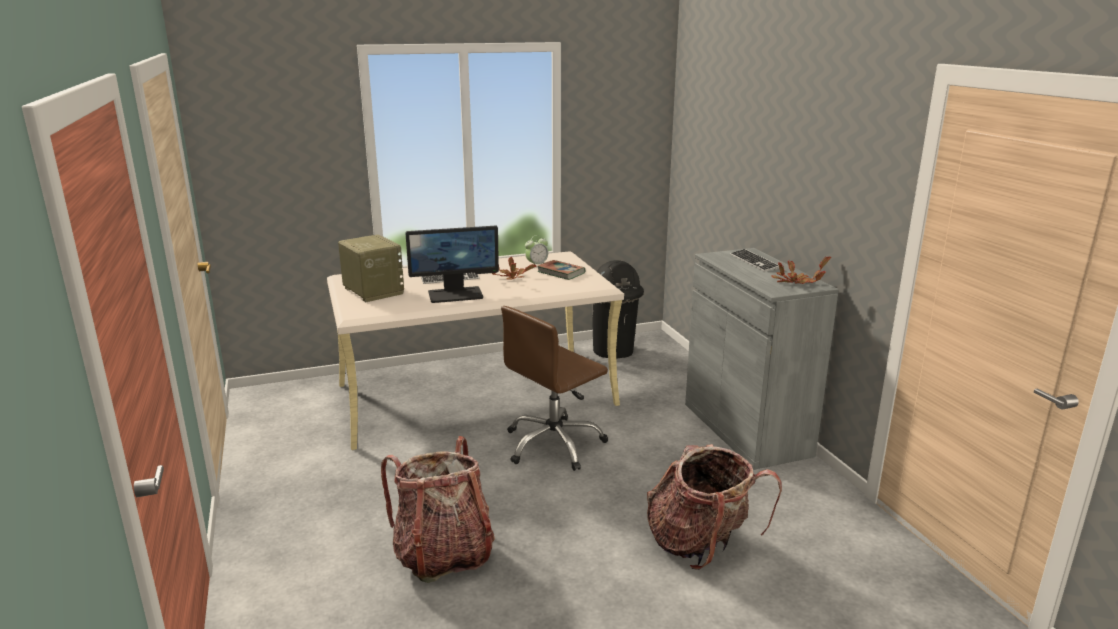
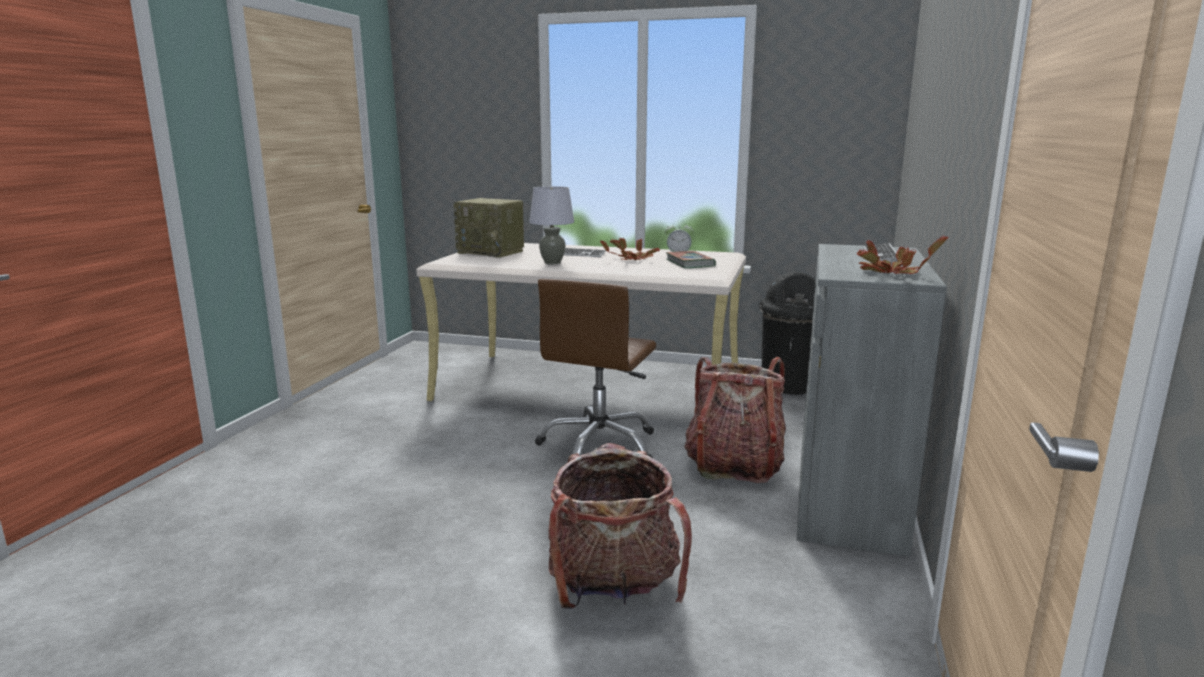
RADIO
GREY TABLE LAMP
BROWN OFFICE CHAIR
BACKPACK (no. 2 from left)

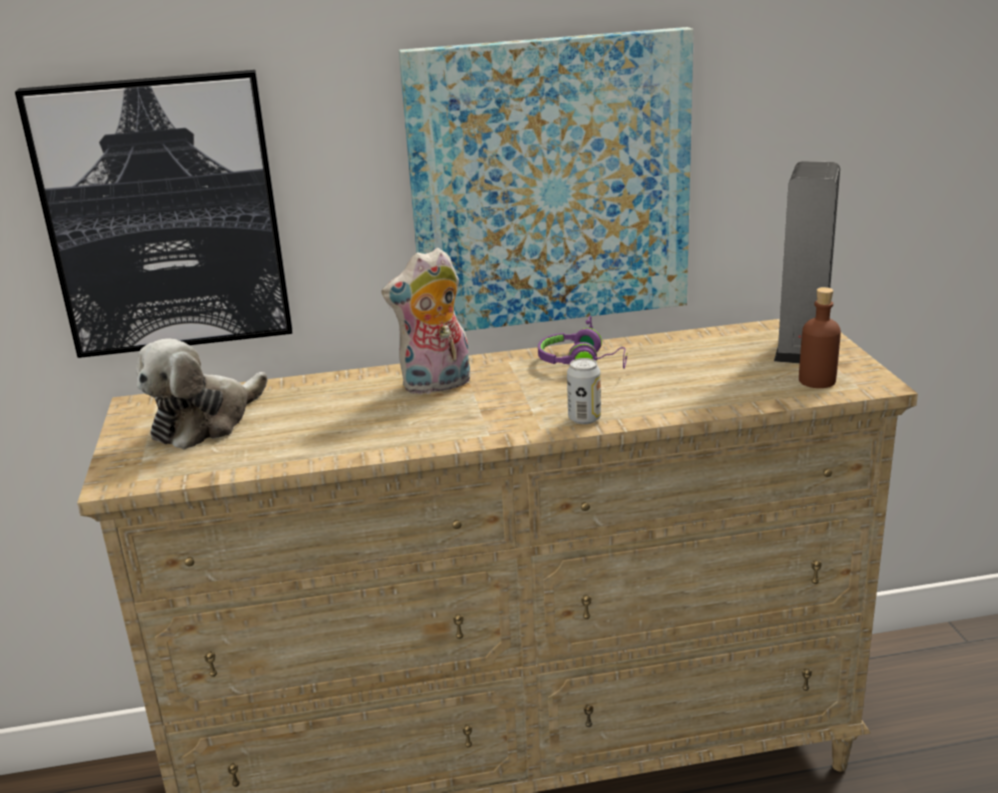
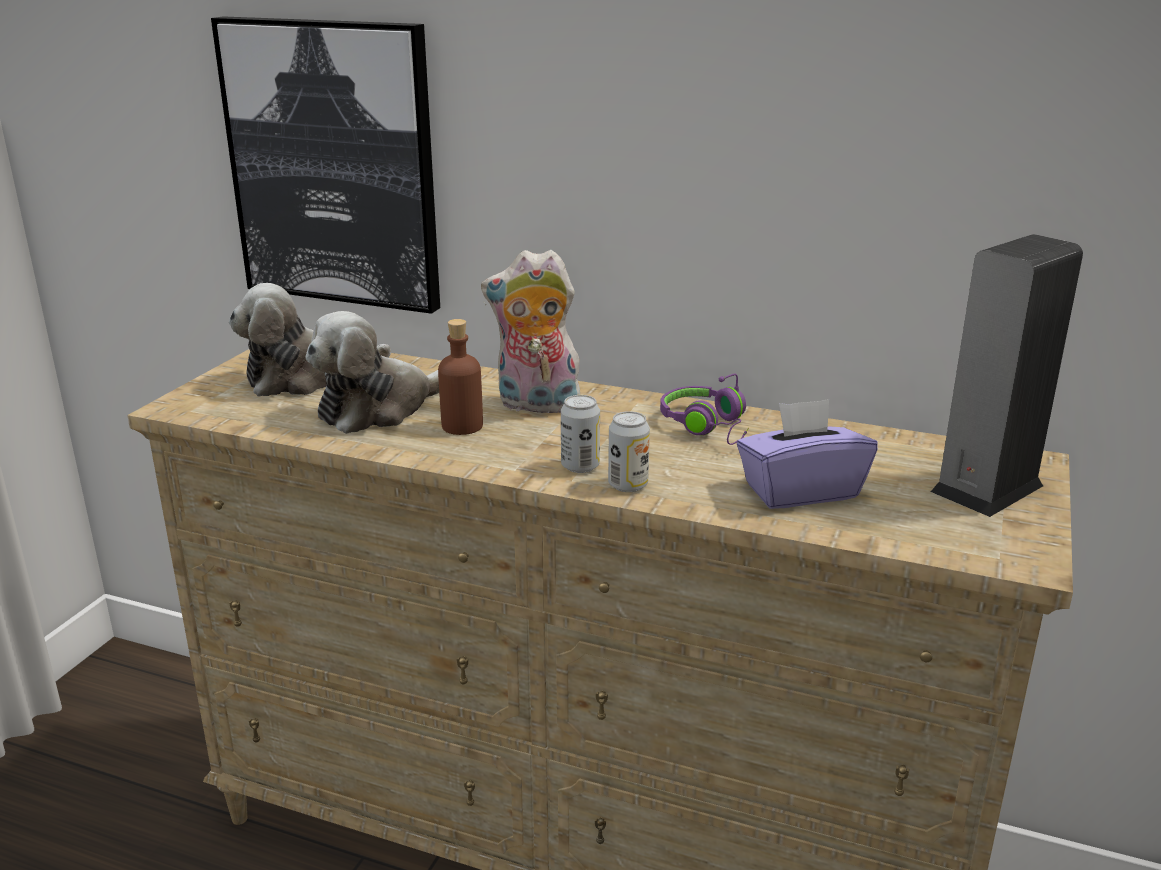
PLUSH TOY (no. 2 from left)
BROWN BOTTLE
CAN (no. 1 from left)
PURPLE TISSUE BOX
PICTURE (no. 2 from left in the first image)

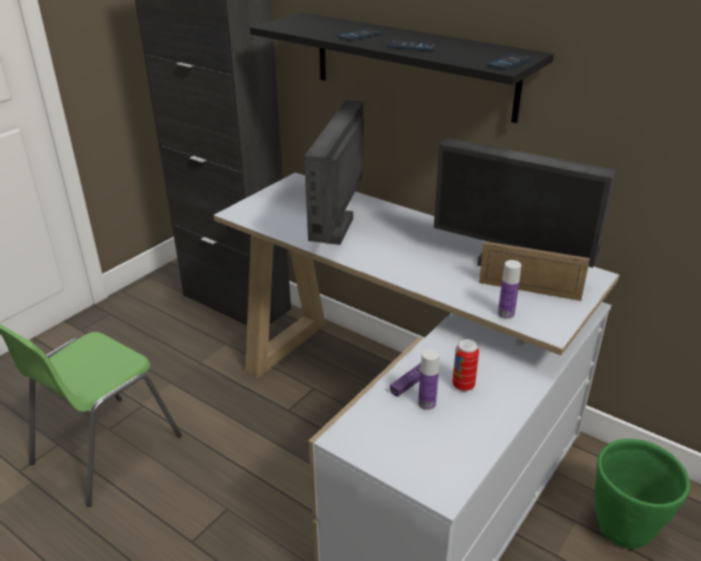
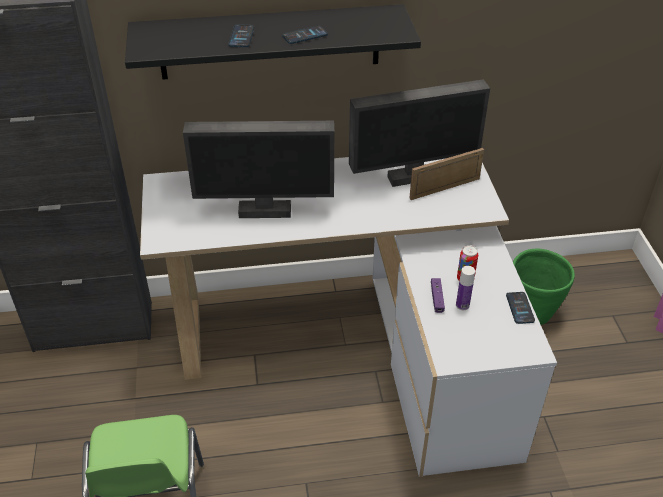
MONITOR (no. 1 from left)
PHONE (no. 3 from left)
BOTTLE (no. 2 from left in the first image)

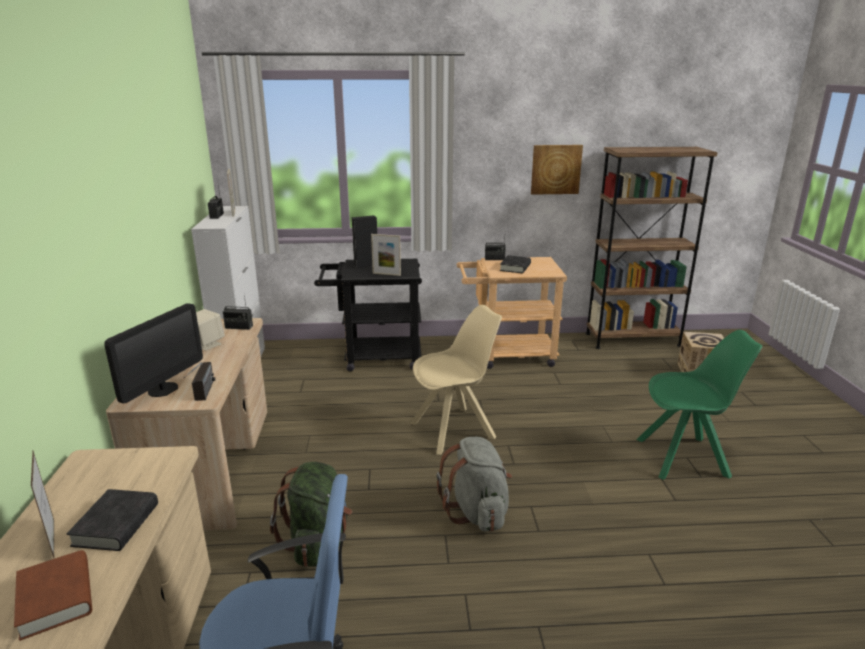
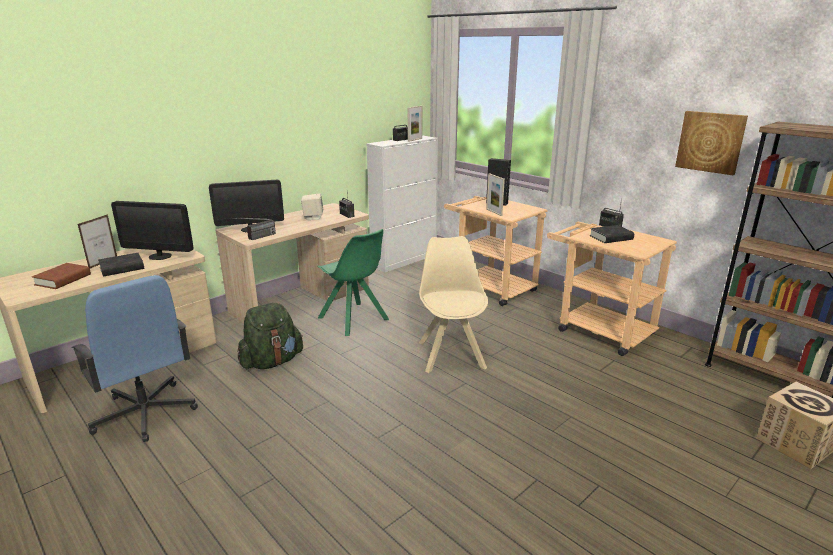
MONITOR (no. 1 from left)
GREEN CHAIR
BEIGE CHAIR
BEIGE CART (no. 1 from left)
GREY BACKPACK

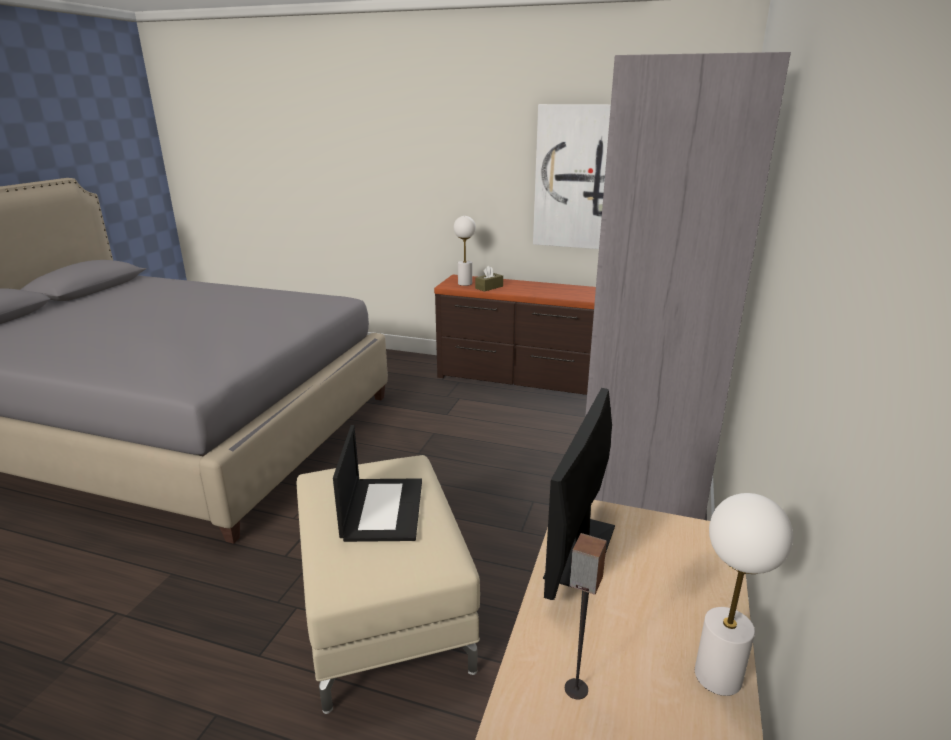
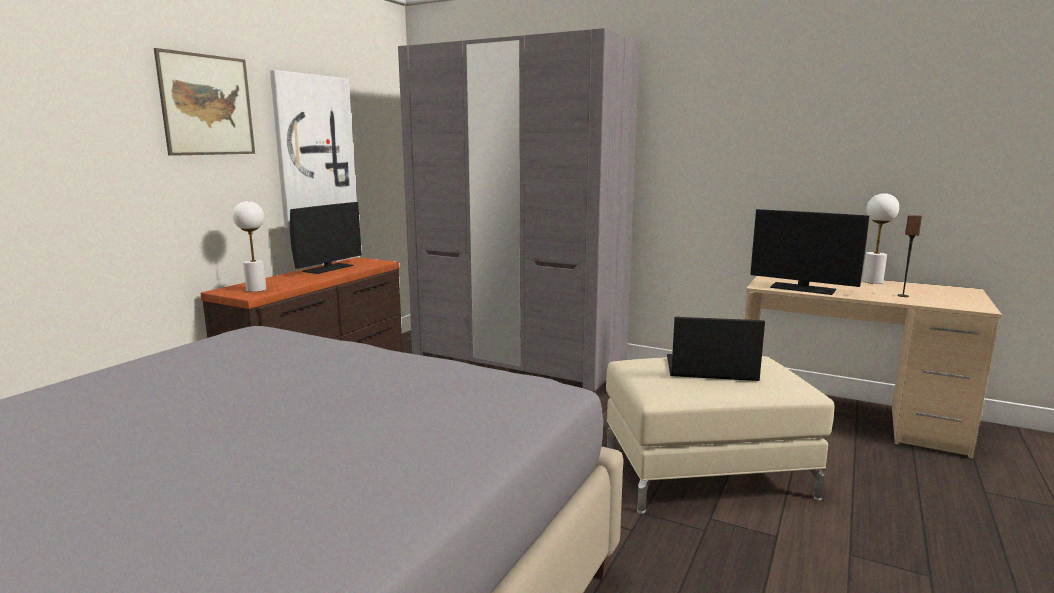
PICTURE (no. 1 from left)
MONITOR (no. 1 from left)
BROWN TISSUE BOX

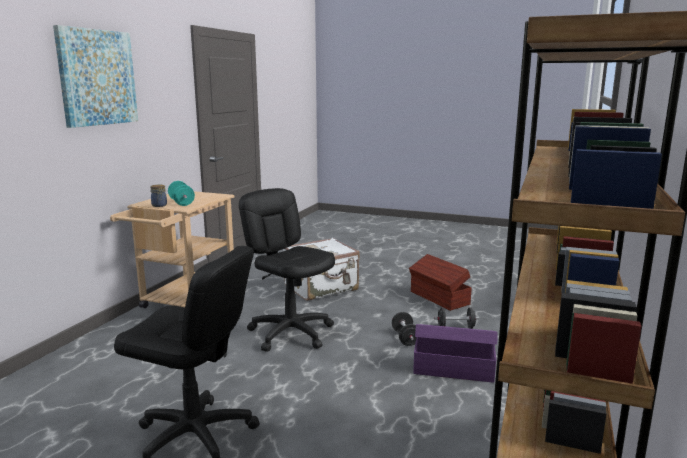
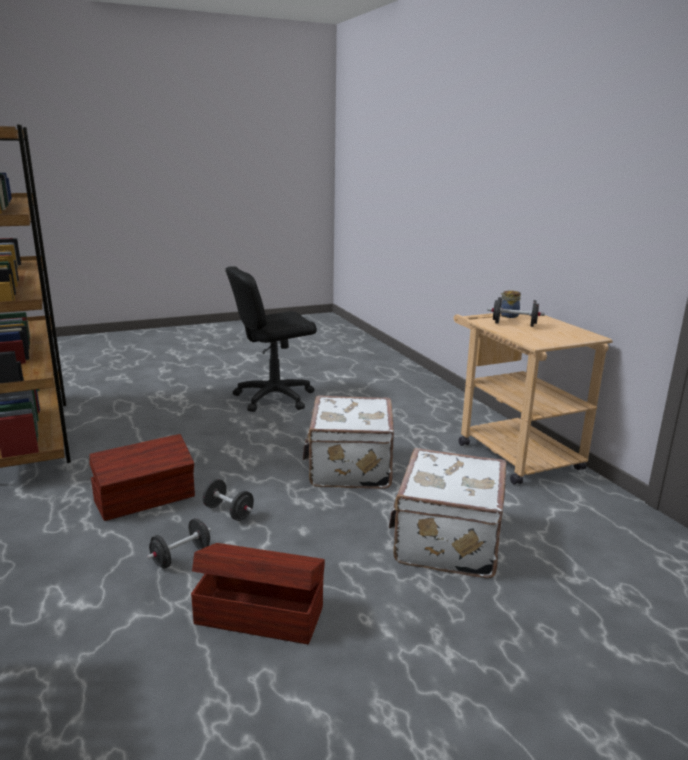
BROWN STORAGE BOX (no. 1 from left)
WHITE SUITCASE (no. 1 from left)
BLACK DUMBBELL (no. 3 from left)
PICTURE

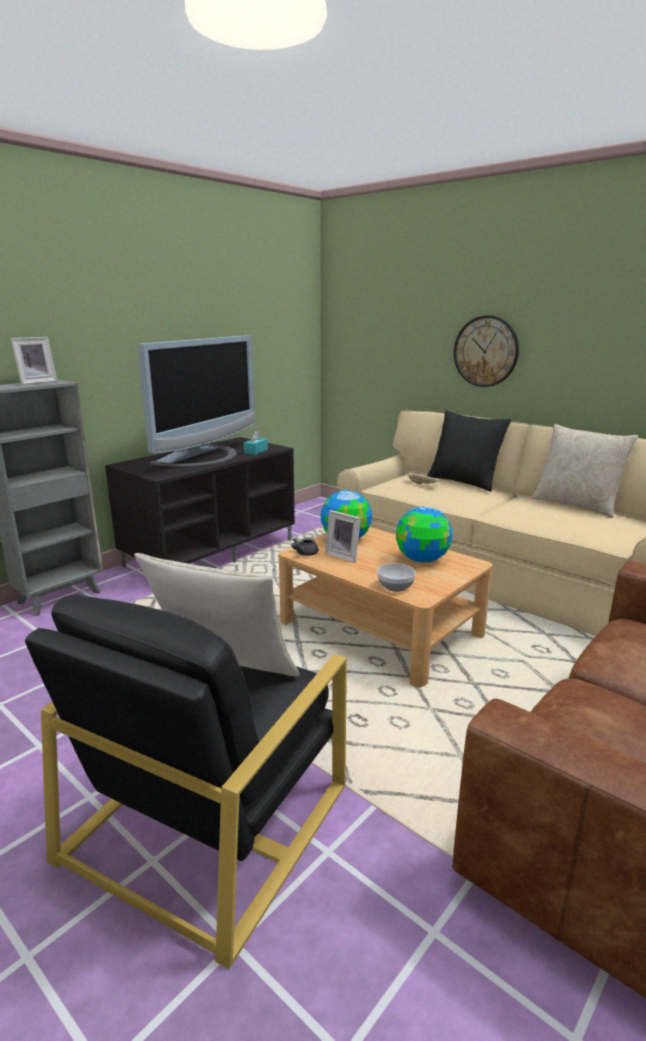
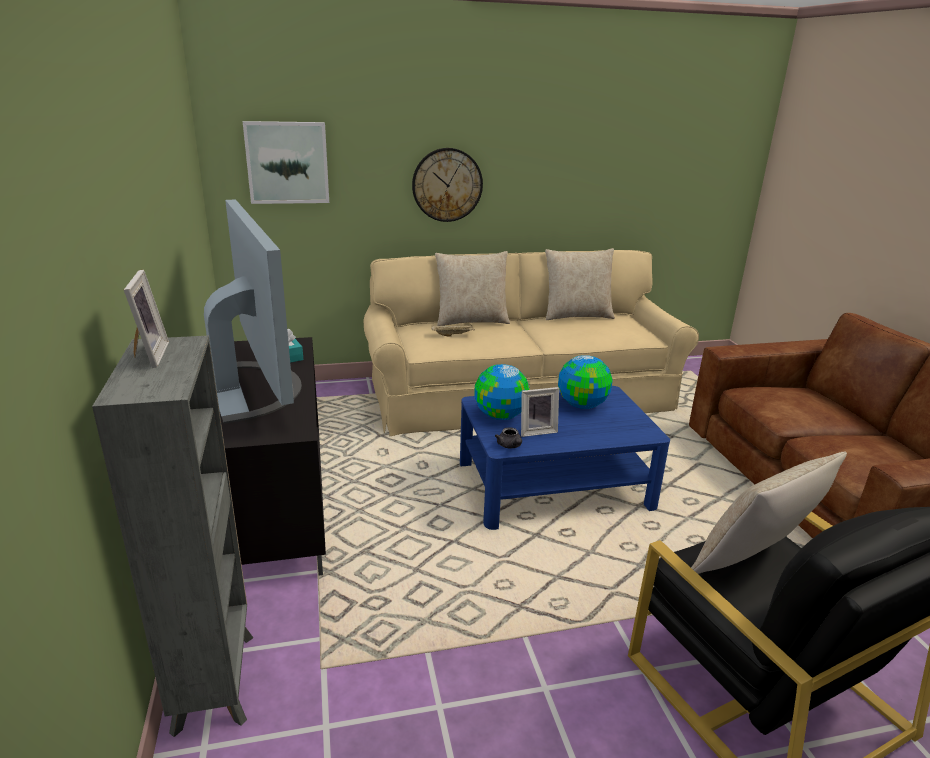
PICTURE
BEIGE PILLOW (no. 1 from left)
BLUE COFFEE TABLE
BOWL

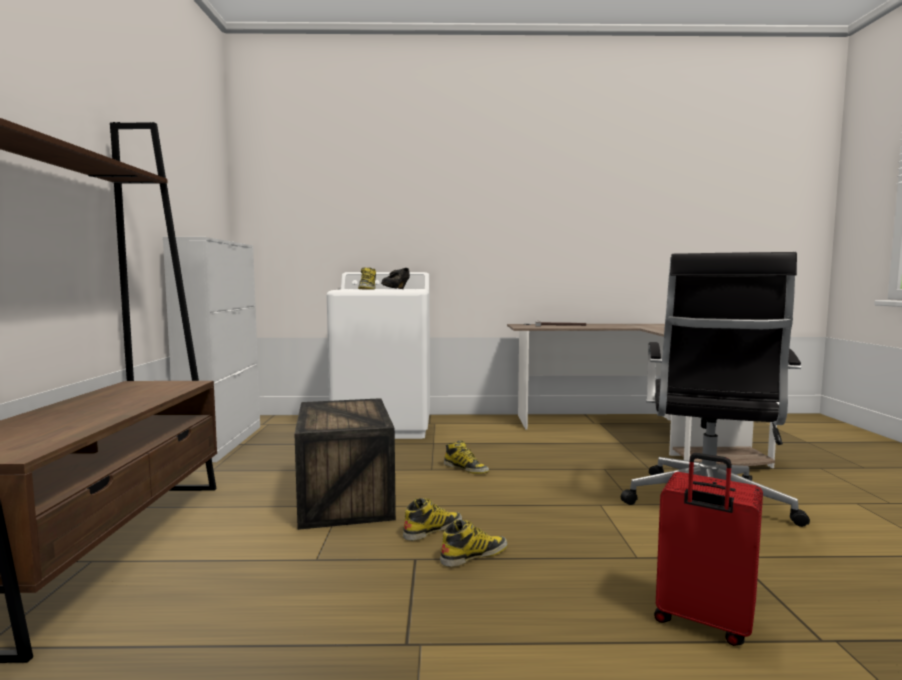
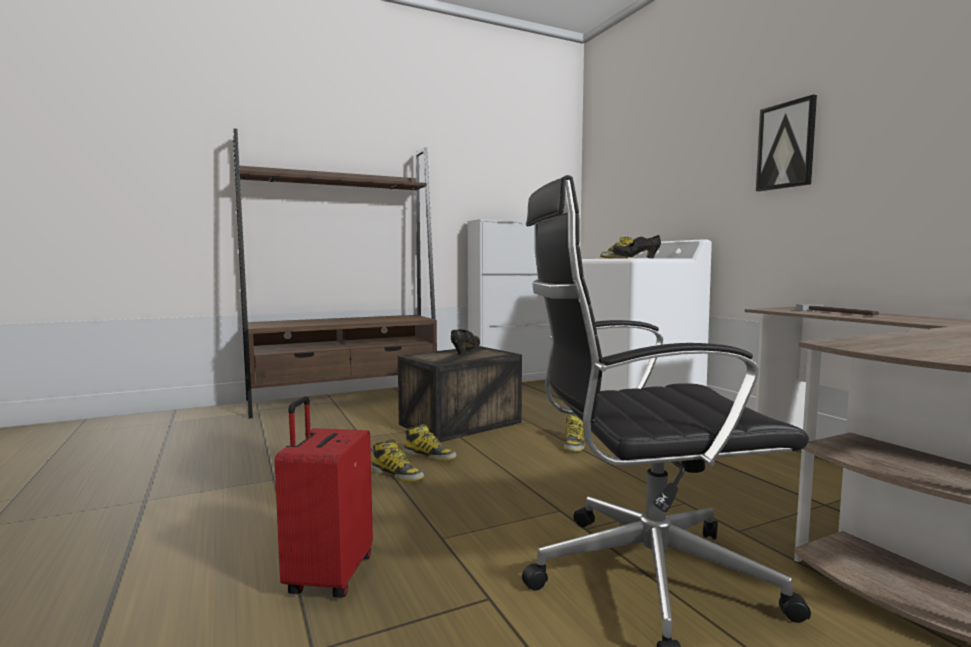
BLACK SHOE (no. 1 from left)
PICTURE

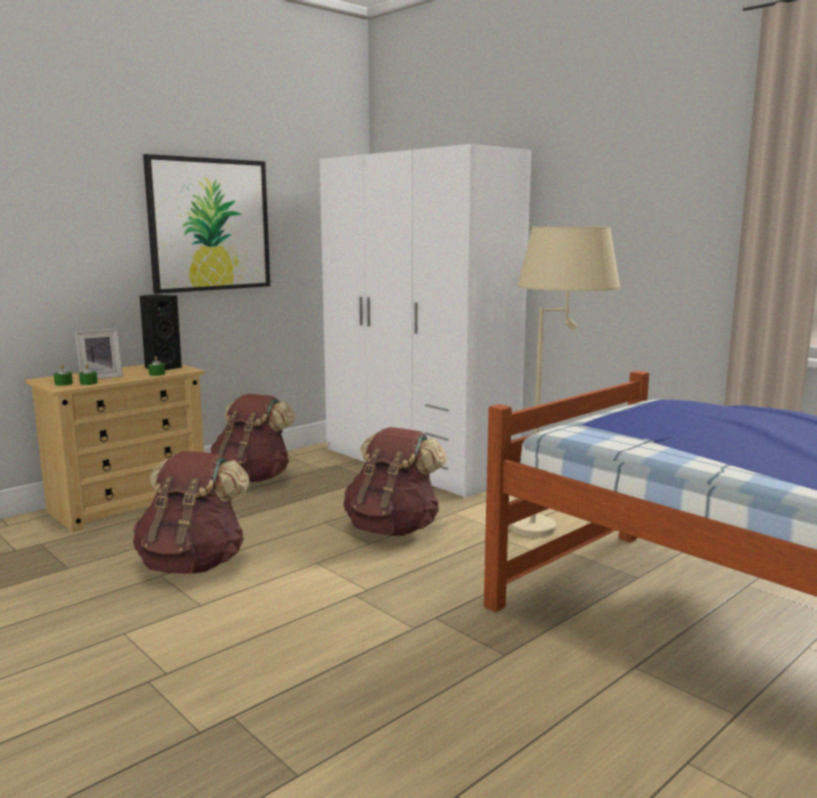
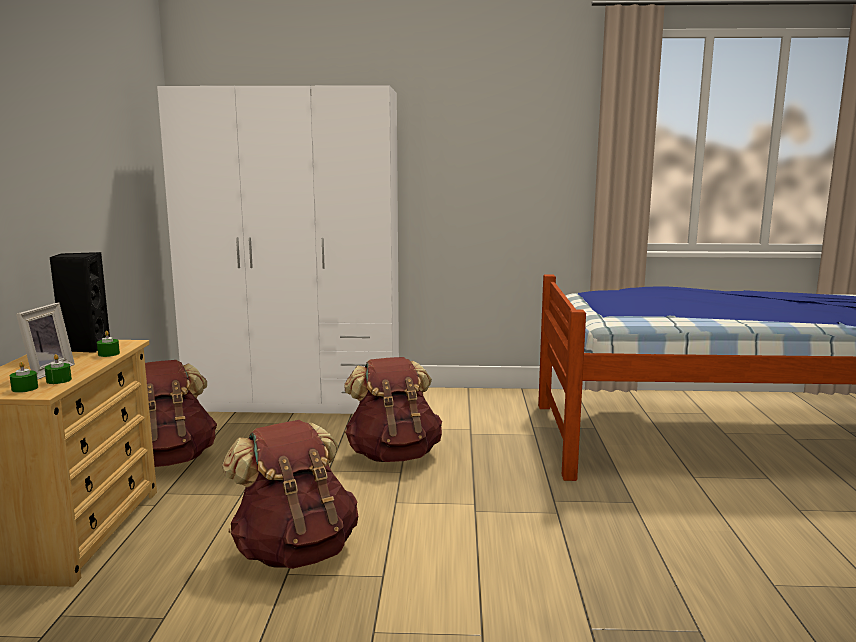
PICTURE
BEIGE FLOOR LAMP

